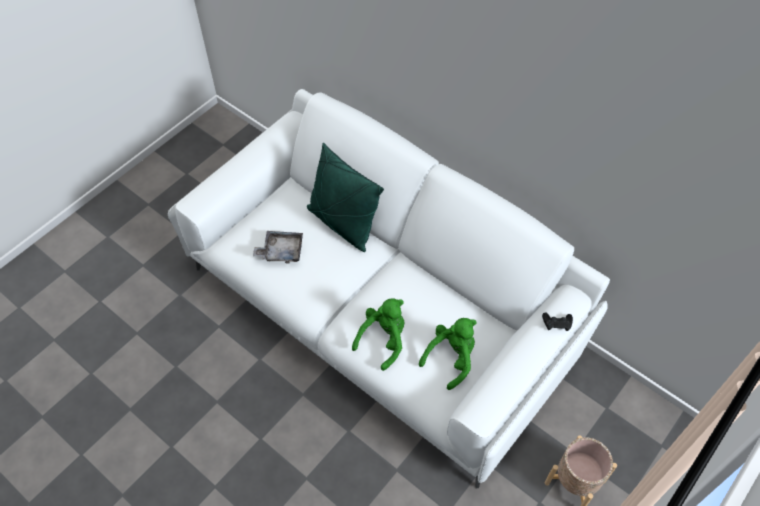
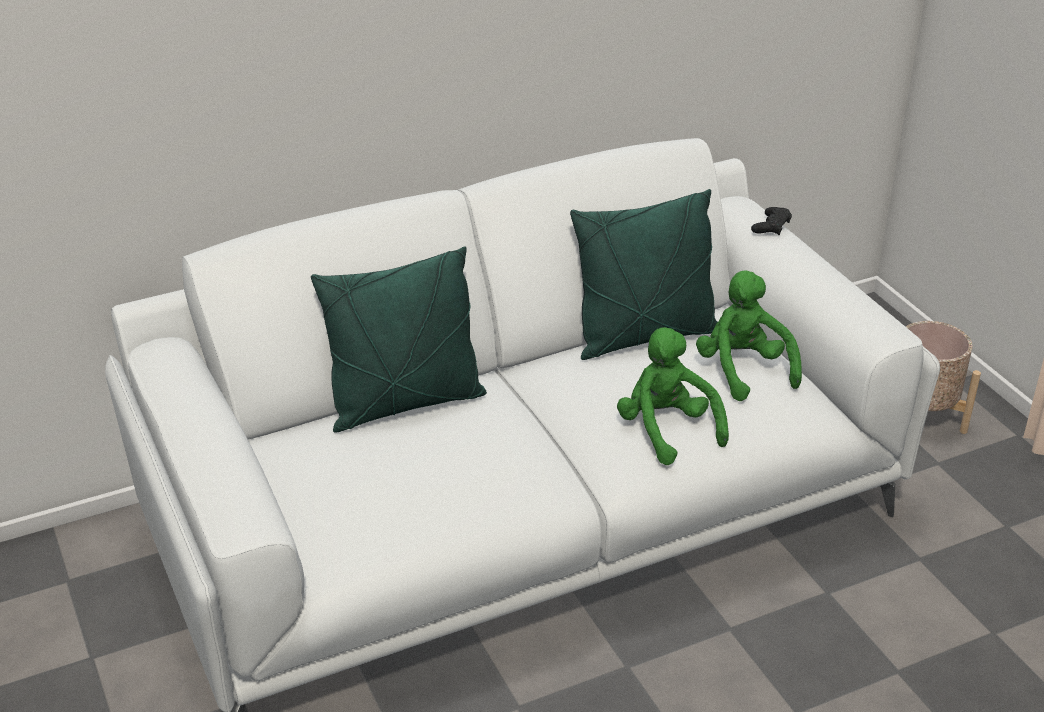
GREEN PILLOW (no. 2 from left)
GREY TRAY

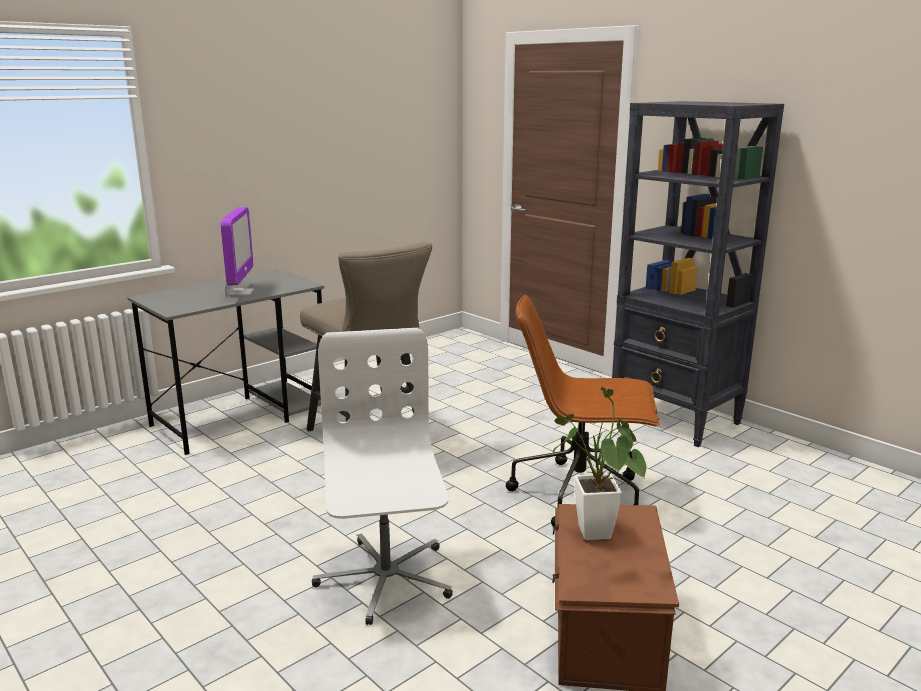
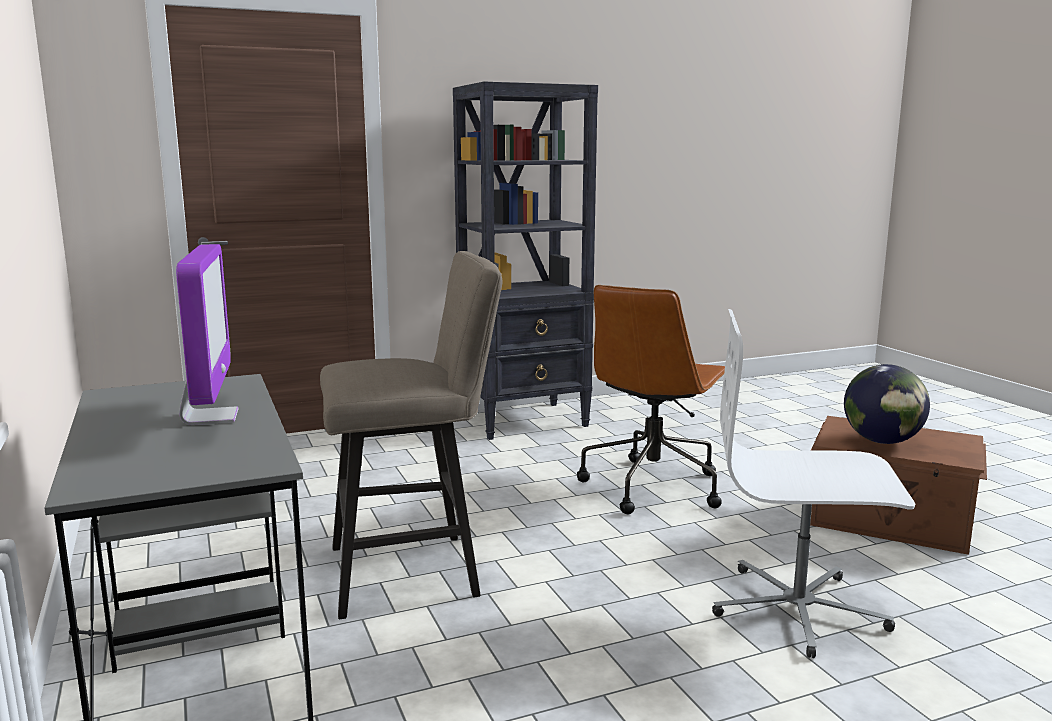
MONITOR
GLOBE

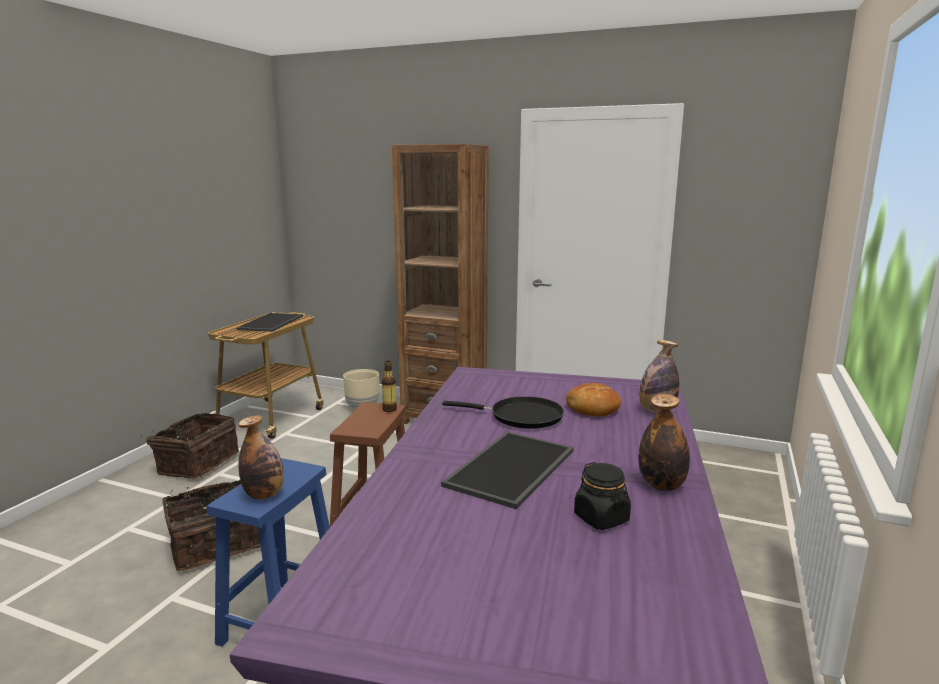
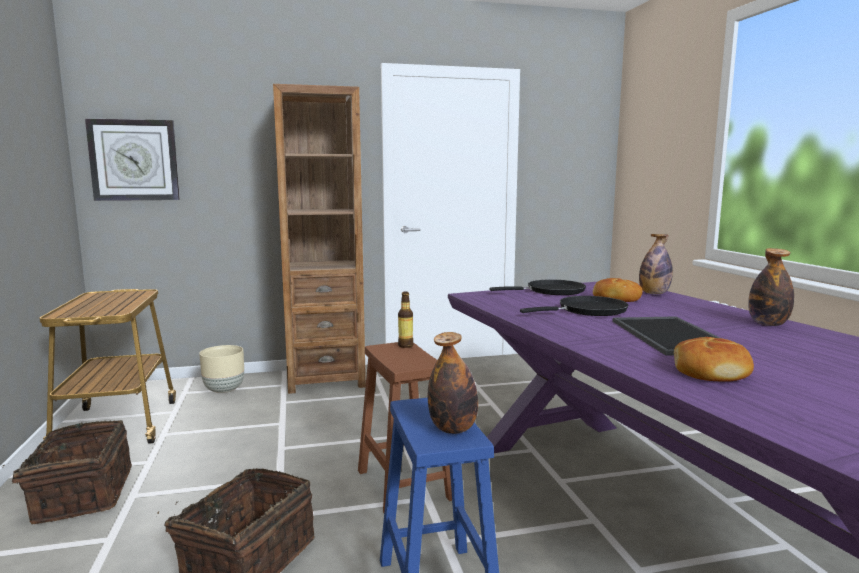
WALL CLOCK
BLACK FRYING PAN (no. 1 from left)
BREAD (no. 2 from left)
TRAY (no. 1 from left in the first image)
BLACK JAR

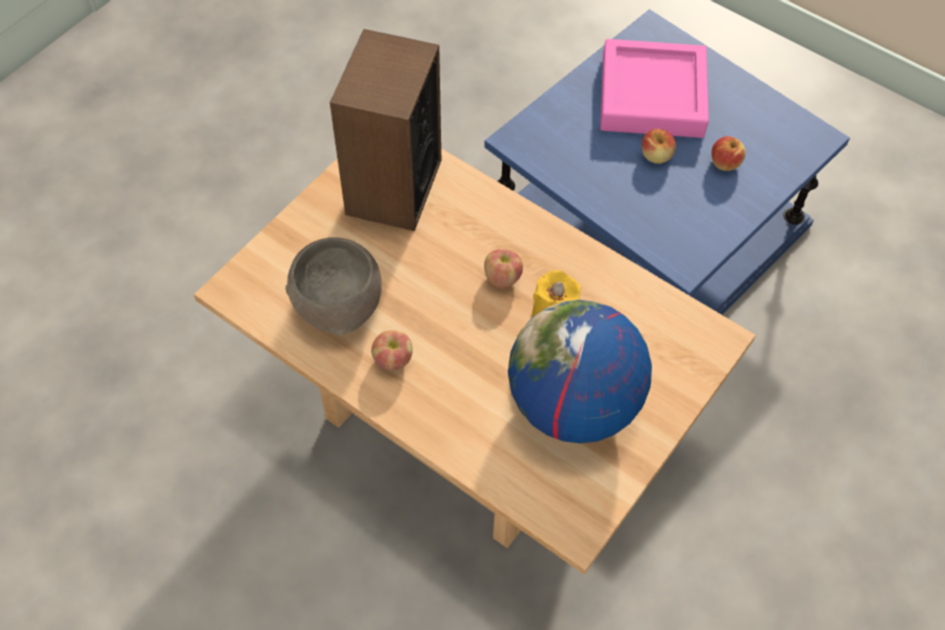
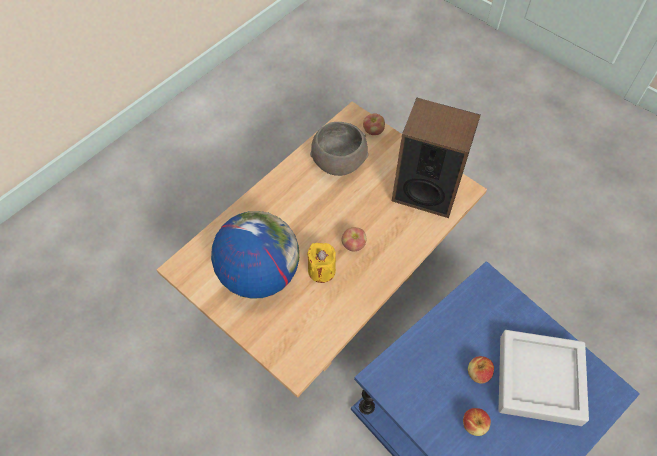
APPLE (no. 2 from left)
GREY TRAY

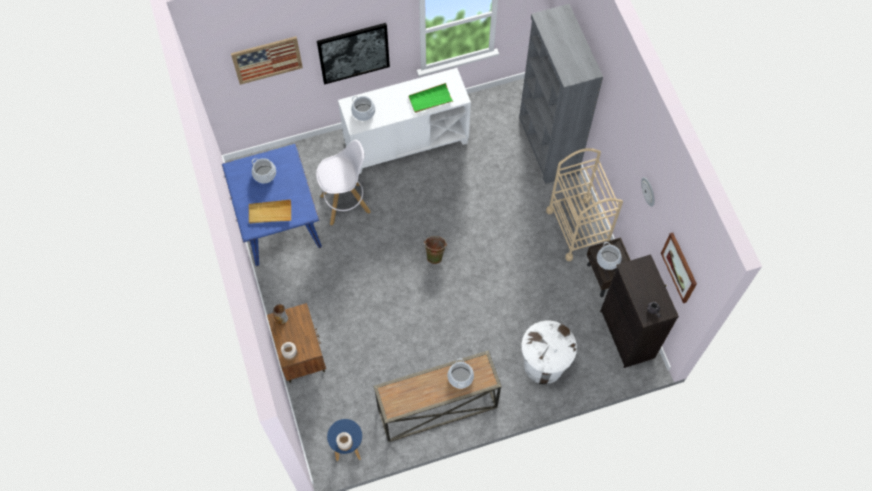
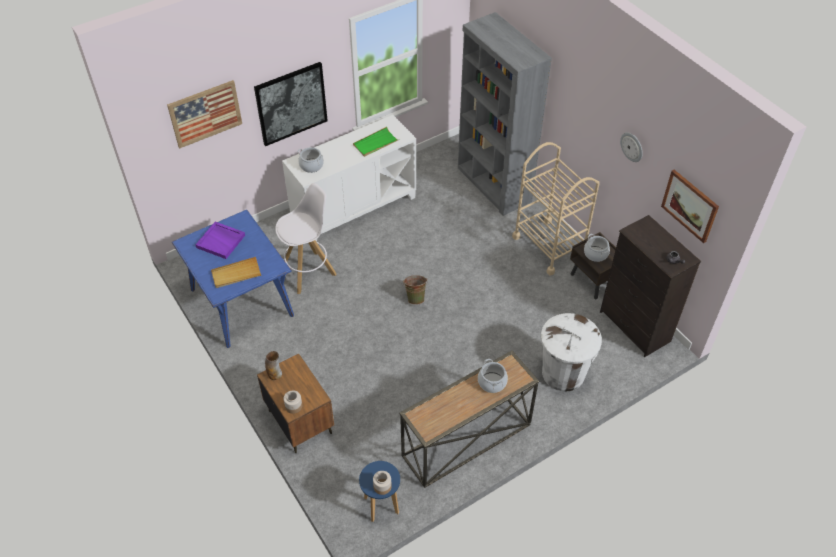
PURPLE TRAY

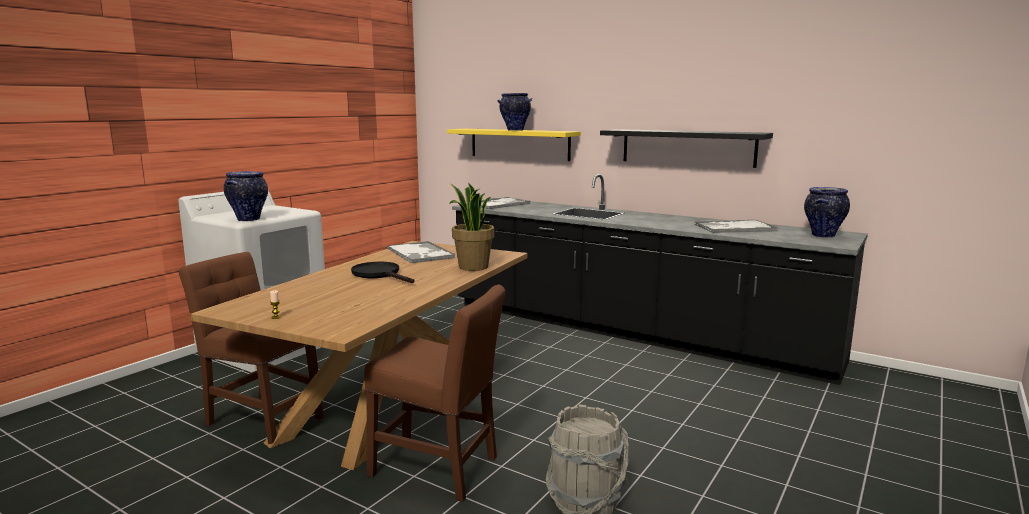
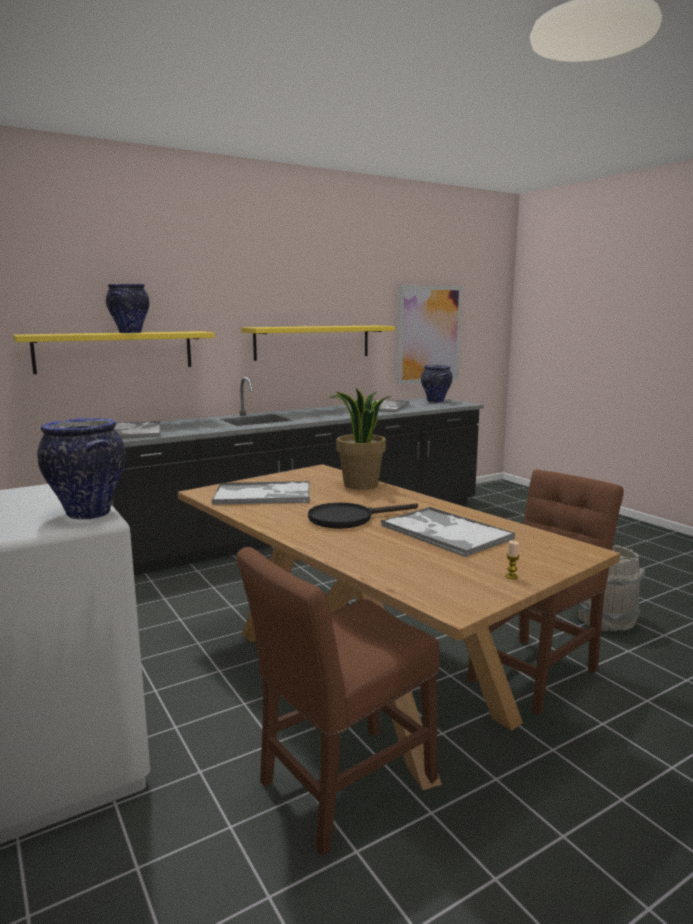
YELLOW SHELF (no. 2 from left)
TRAY (no. 4 from left)
PICTURE

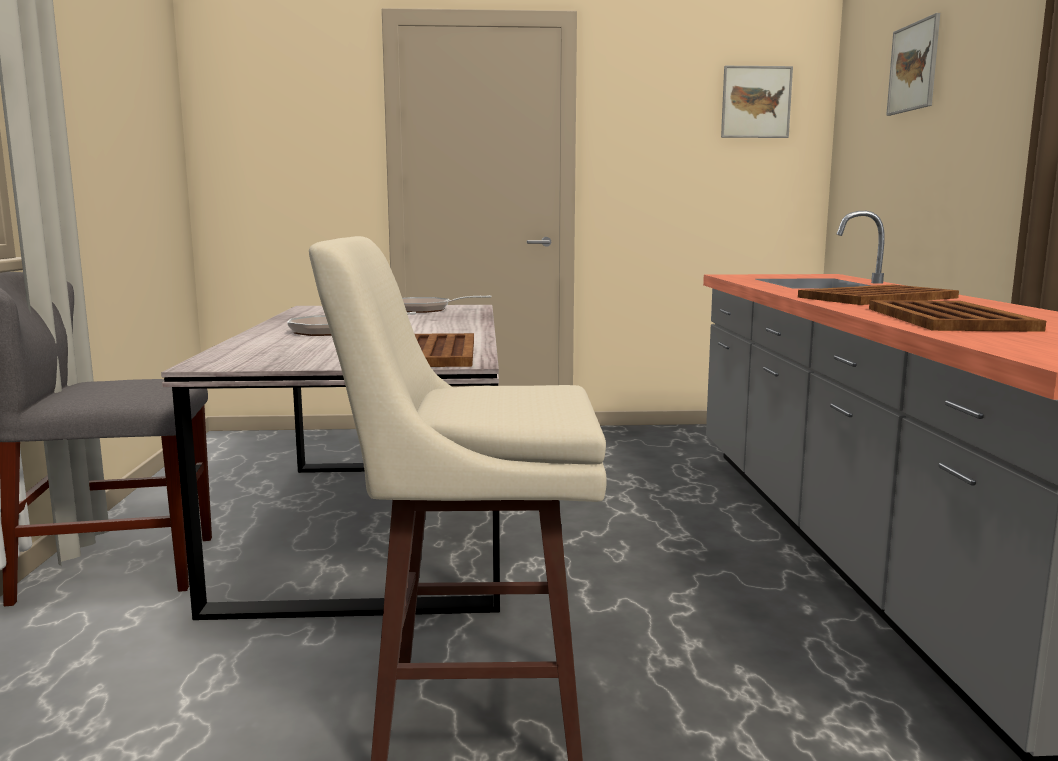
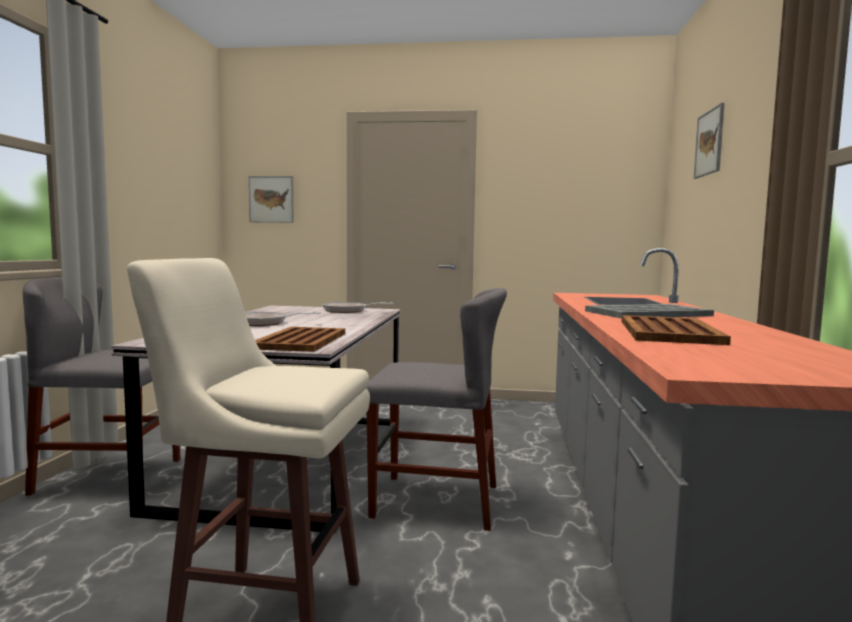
PICTURE (no. 1 from left)
GREY CHAIR (no. 2 from left)
GREY TRAY

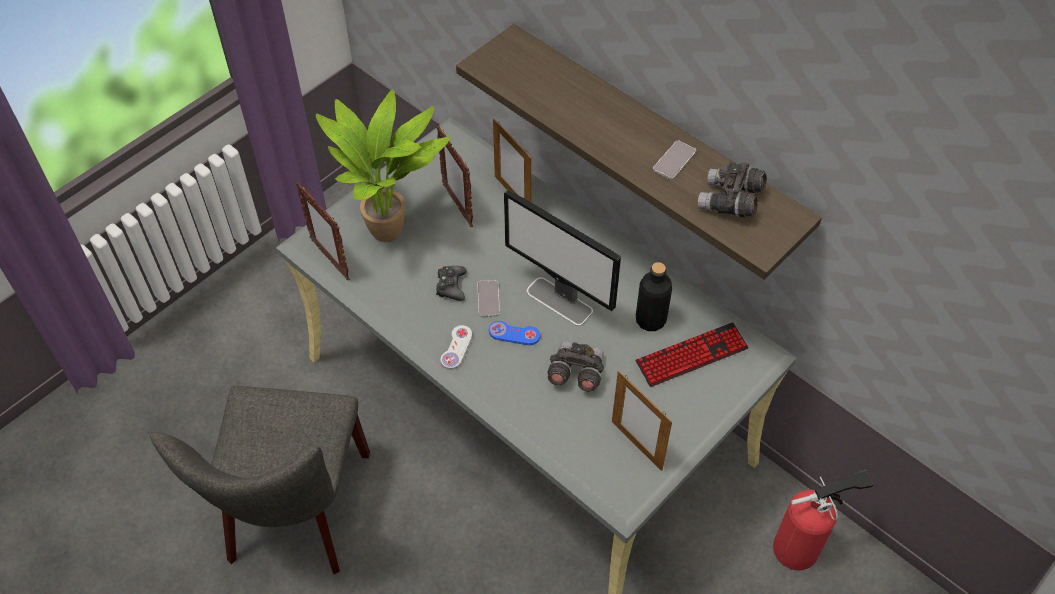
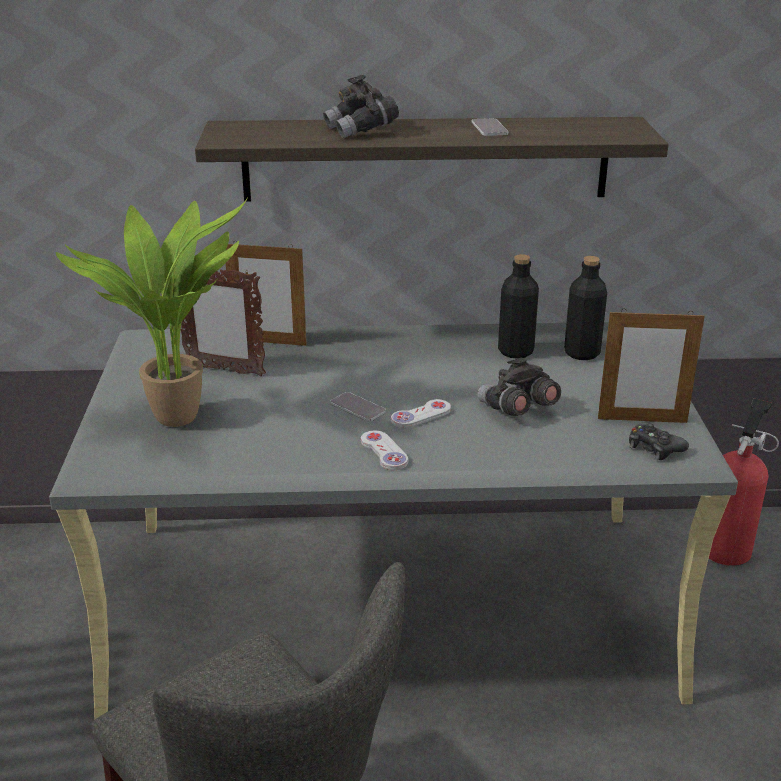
GREY BINOCULARS (no. 1 from left)
WHITE GAME CONTROLLER (no. 2 from left)
BLACK BOTTLE (no. 2 from left)
BLACK GAME CONTROLLER
PICTURE FRAME (no. 1 from left in the first image)
MONITOR

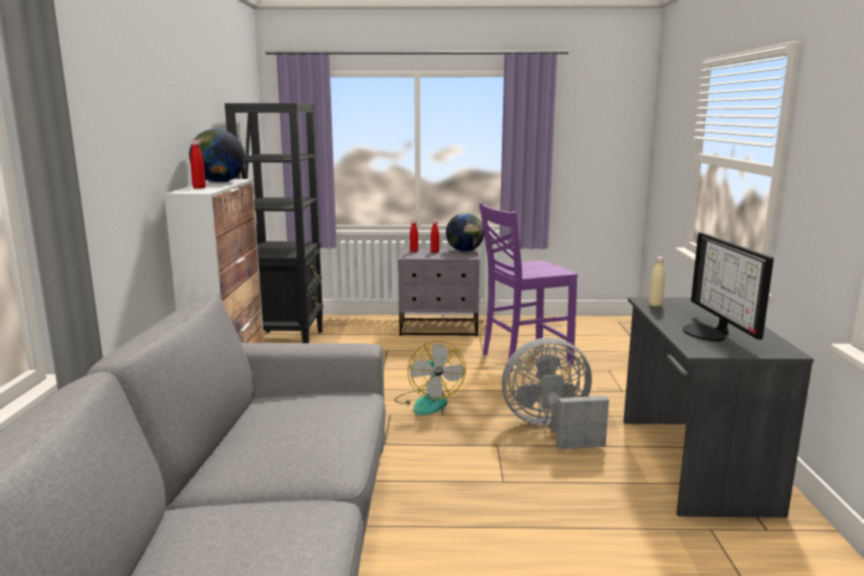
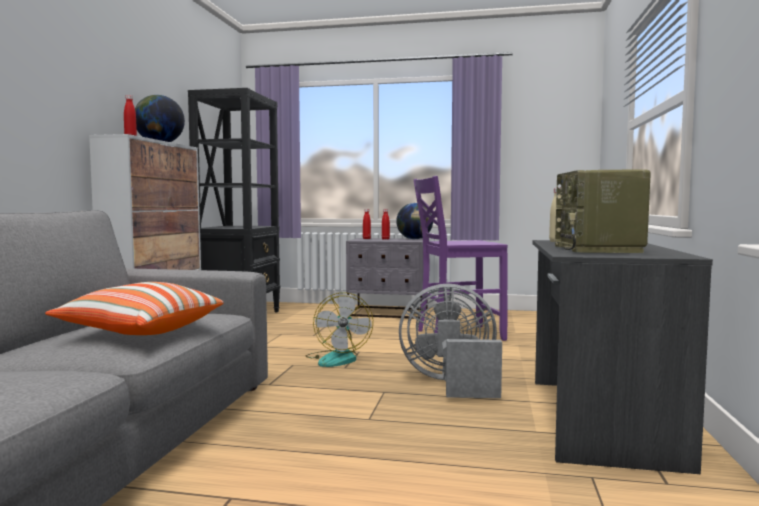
PILLOW
RADIO

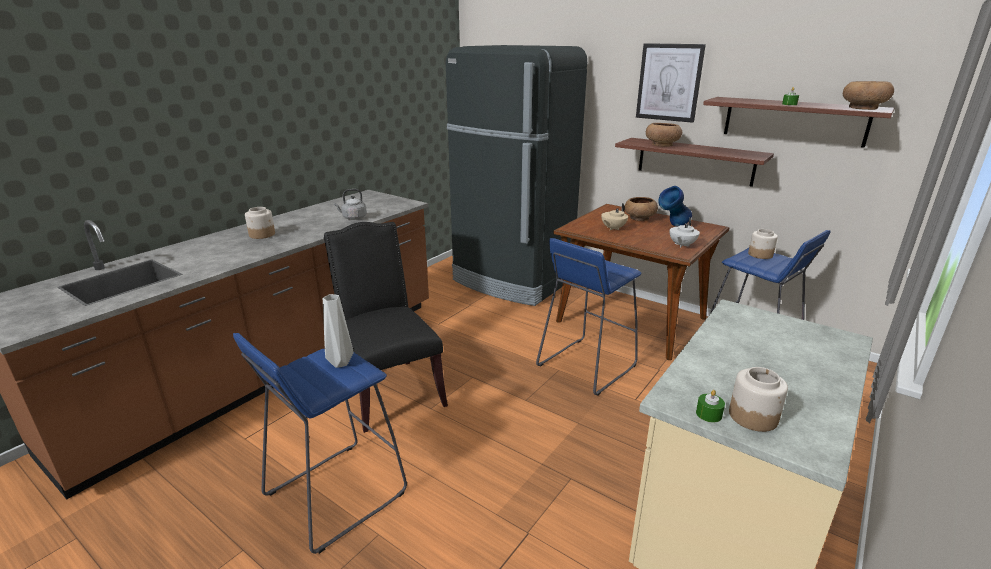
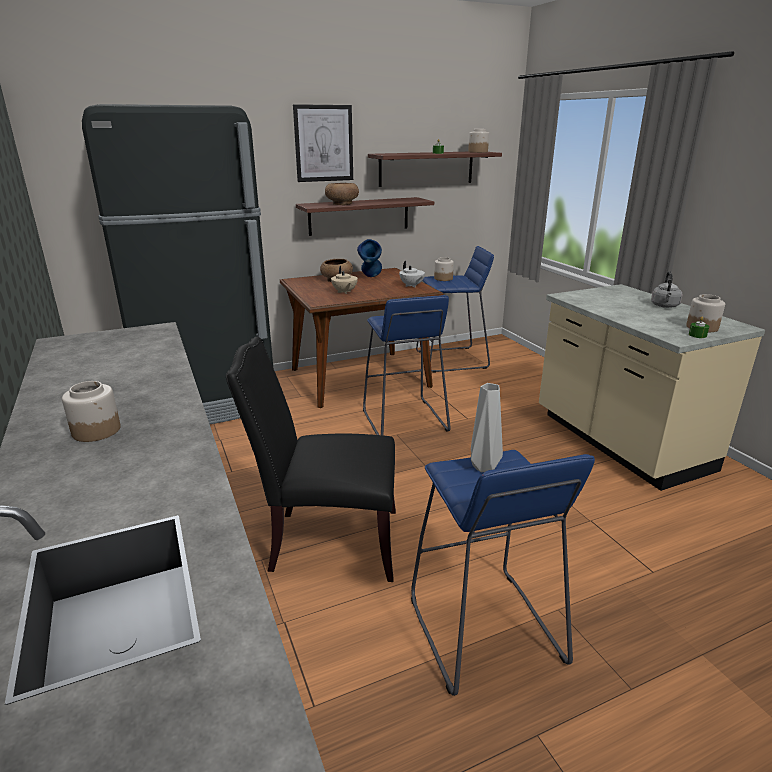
JAR (no. 3 from left)
GREY KETTLE

